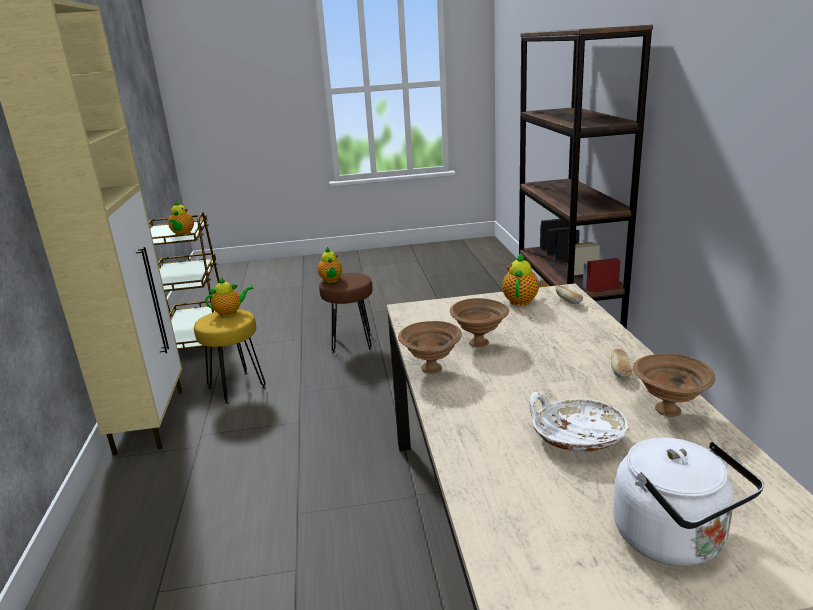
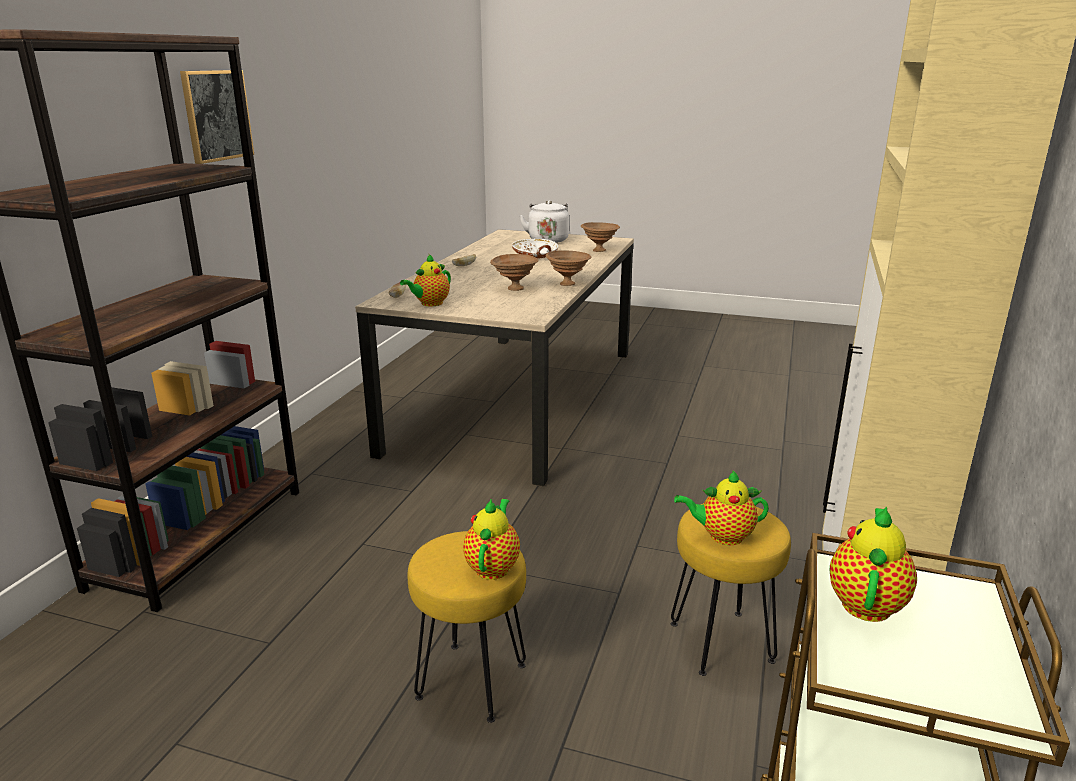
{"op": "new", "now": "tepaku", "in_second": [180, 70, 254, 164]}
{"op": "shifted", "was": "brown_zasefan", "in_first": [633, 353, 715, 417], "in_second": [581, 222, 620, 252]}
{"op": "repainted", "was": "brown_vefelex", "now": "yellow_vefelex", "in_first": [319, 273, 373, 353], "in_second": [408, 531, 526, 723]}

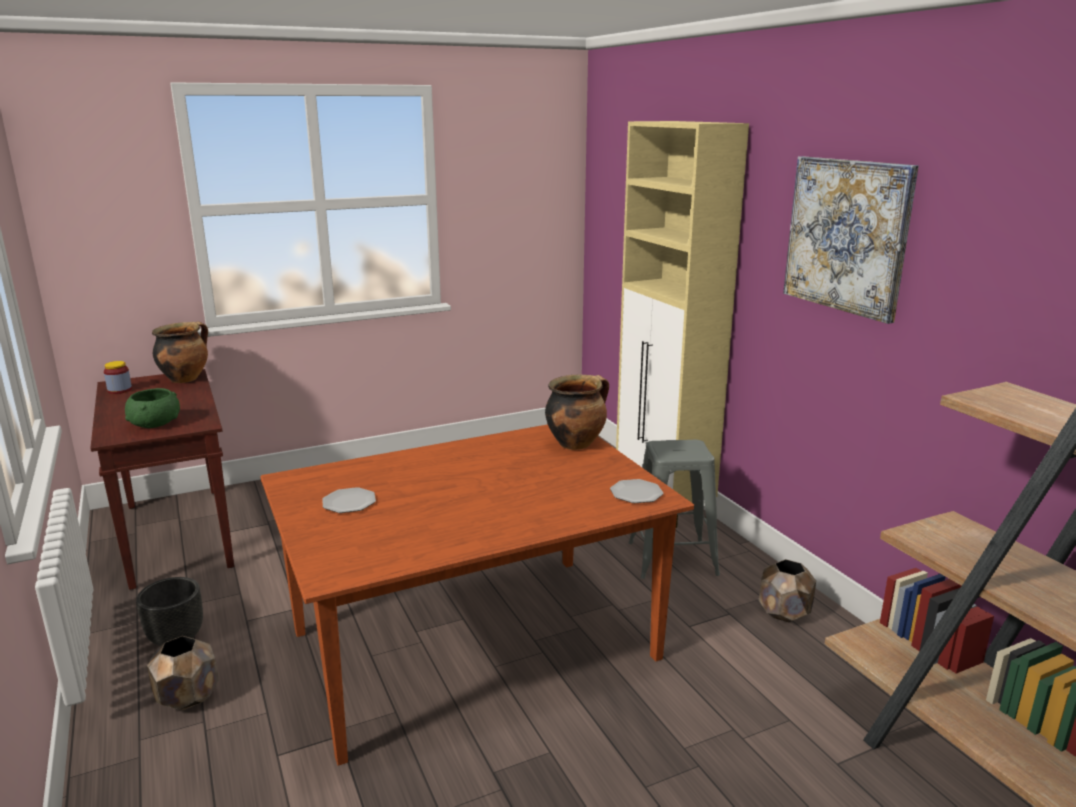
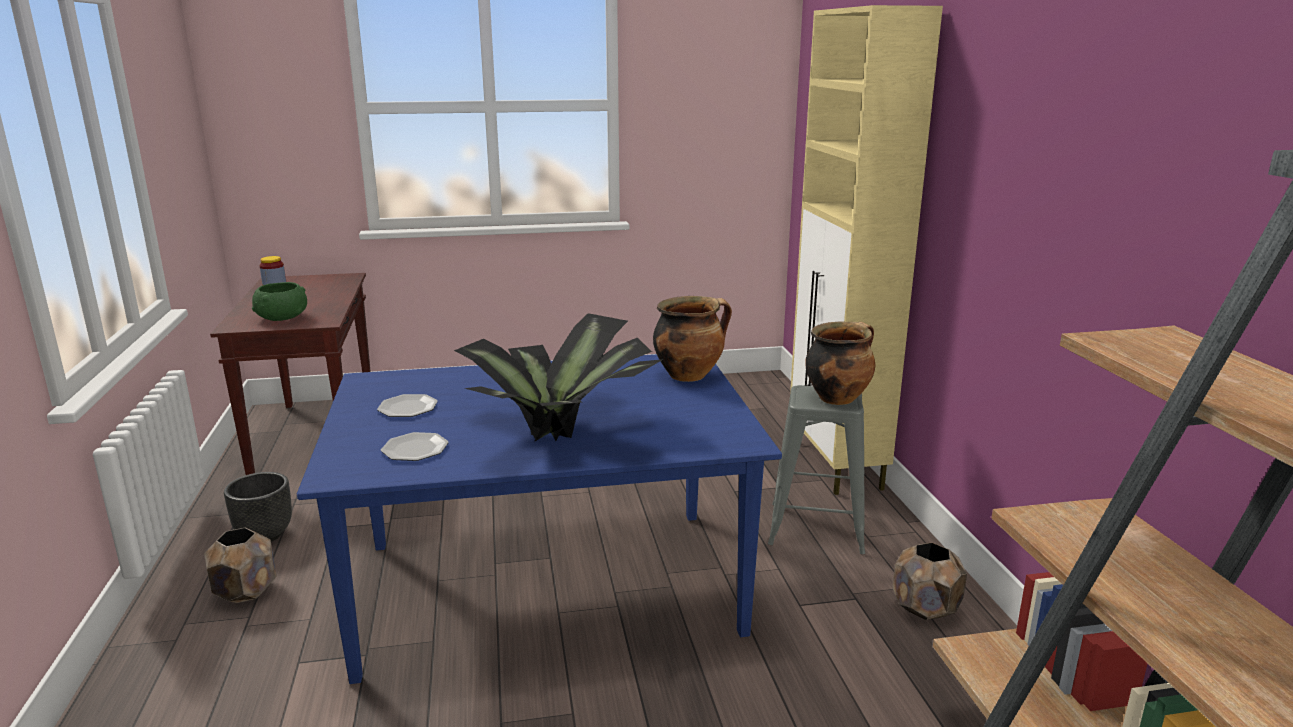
{"op": "gone", "was": "tepaku", "in_first": [783, 156, 919, 324]}
{"op": "new", "now": "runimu", "in_second": [454, 313, 663, 442]}
{"op": "shifted", "was": "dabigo", "in_first": [152, 321, 208, 383], "in_second": [805, 321, 875, 405]}
{"op": "shifted", "was": "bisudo", "in_first": [610, 479, 663, 503], "in_second": [381, 432, 449, 461]}
{"op": "repainted", "was": "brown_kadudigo", "now": "blue_kadudigo", "in_first": [260, 424, 694, 766], "in_second": [297, 354, 782, 684]}

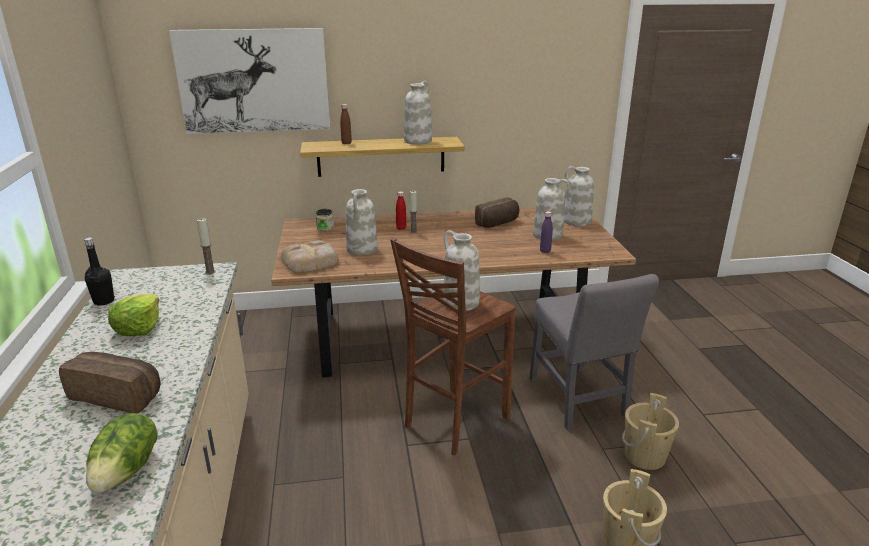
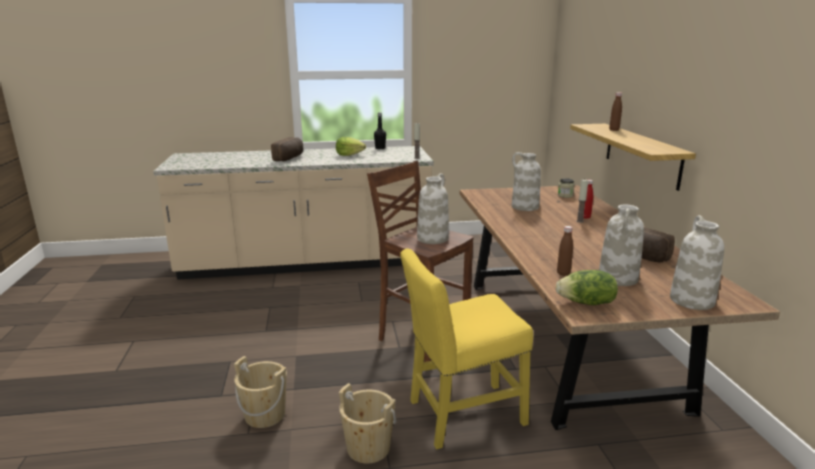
{"op": "gone", "was": "tepaku", "in_first": [169, 28, 330, 134]}
{"op": "gone", "was": "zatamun", "in_first": [281, 240, 339, 273]}
{"op": "gone", "was": "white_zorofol", "in_first": [404, 81, 432, 145]}
{"op": "shifted", "was": "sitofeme", "in_first": [86, 413, 158, 493], "in_second": [556, 270, 618, 305]}
{"op": "repainted", "was": "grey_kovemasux", "now": "yellow_kovemasux", "in_first": [529, 274, 659, 430], "in_second": [400, 249, 533, 449]}
{"op": "repainted", "was": "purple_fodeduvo", "now": "brown_fodeduvo", "in_first": [540, 211, 553, 253], "in_second": [557, 226, 573, 276]}

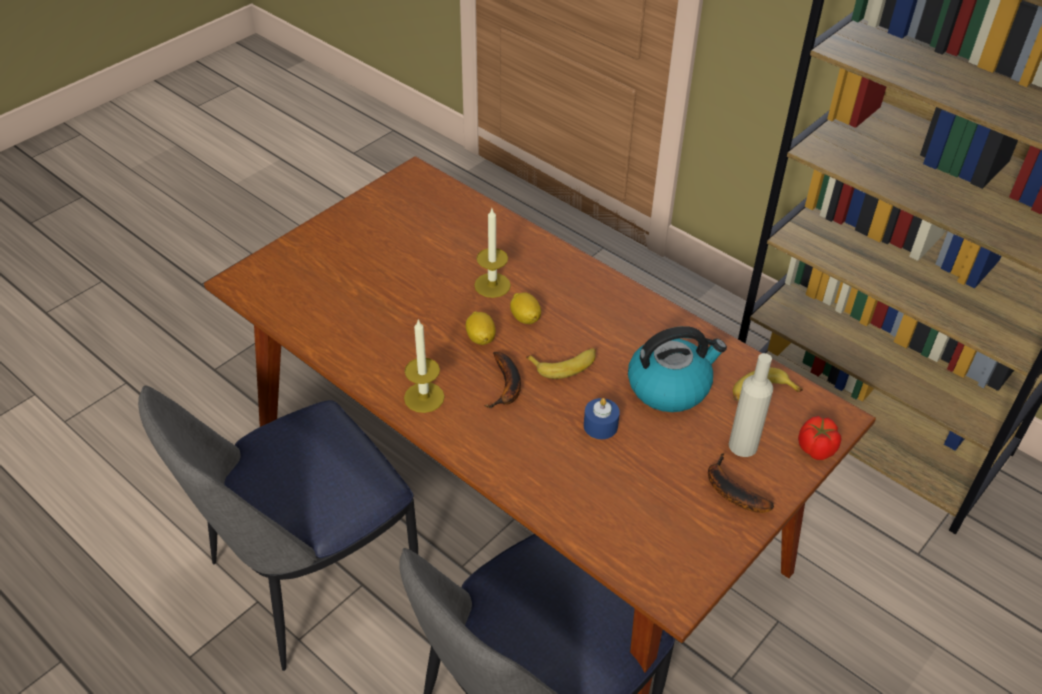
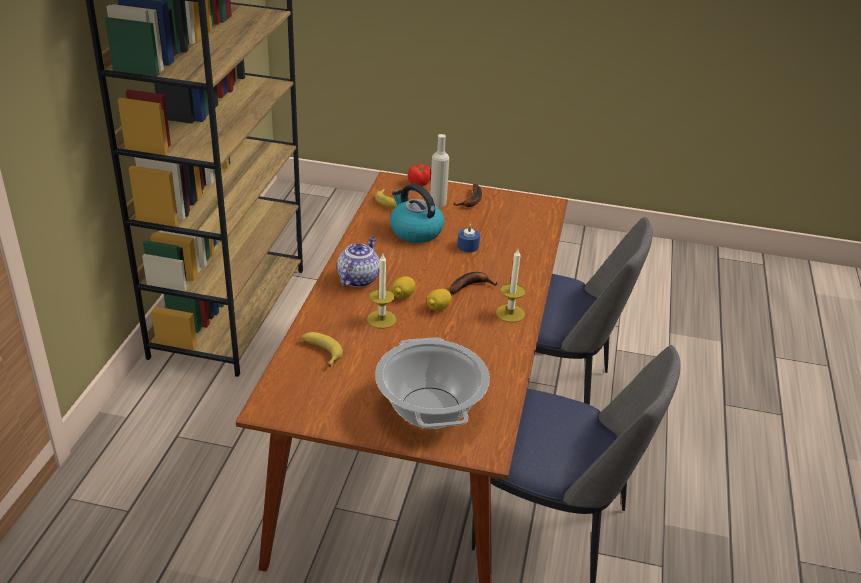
{"op": "new", "now": "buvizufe", "in_second": [337, 237, 380, 287]}
{"op": "new", "now": "dabigo", "in_second": [375, 338, 490, 429]}
{"op": "shifted", "was": "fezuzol", "in_first": [526, 348, 596, 379], "in_second": [301, 332, 343, 367]}

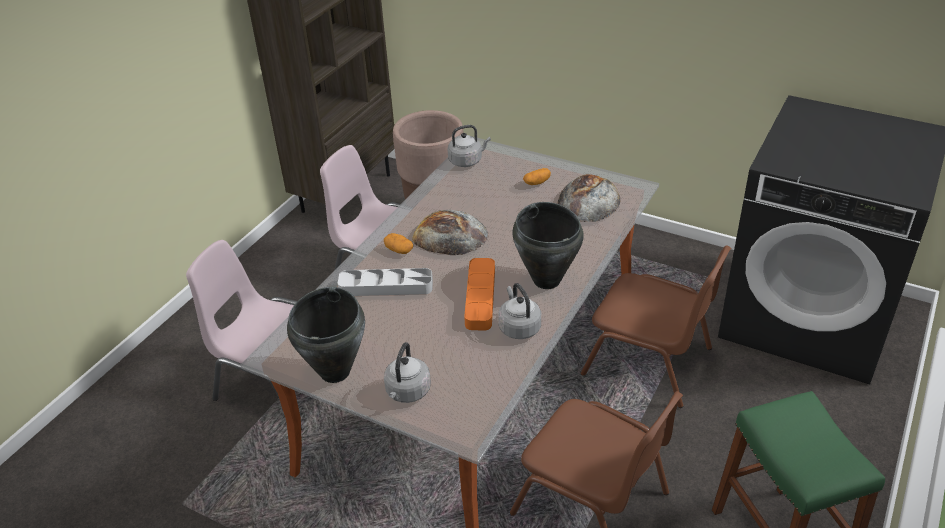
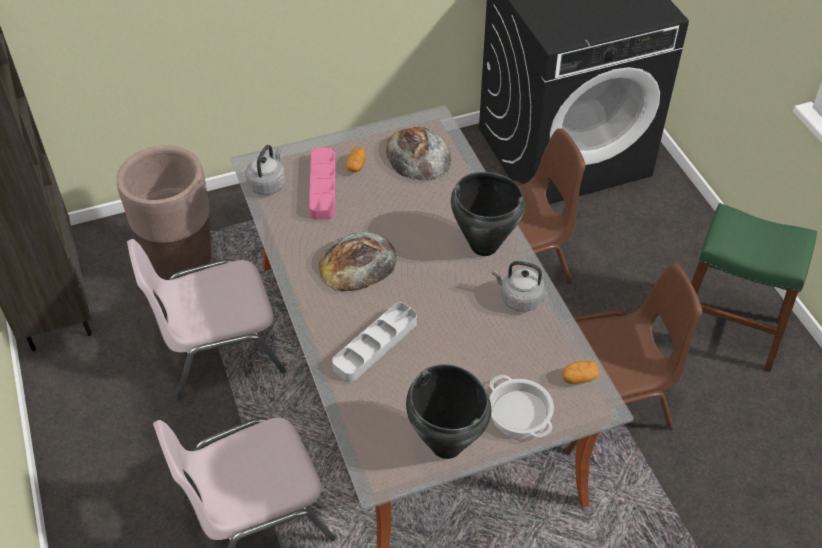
{"op": "gone", "was": "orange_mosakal", "in_first": [464, 258, 495, 330]}
{"op": "new", "now": "pink_mosakal", "in_second": [309, 148, 336, 219]}
{"op": "shifted", "was": "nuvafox", "in_first": [384, 233, 413, 254], "in_second": [561, 361, 599, 384]}
{"op": "swapped", "was": "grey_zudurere", "now": "dabigo", "in_first": [384, 342, 431, 403], "in_second": [489, 375, 554, 438]}

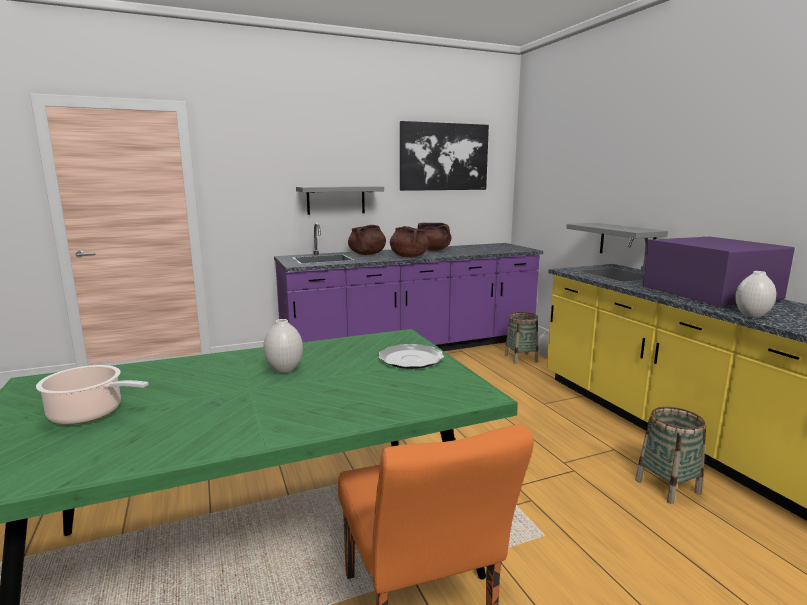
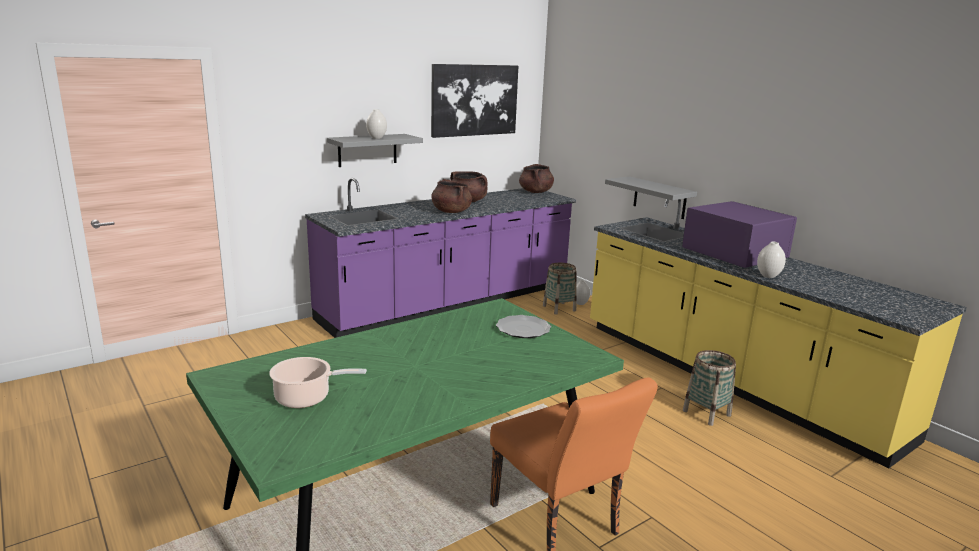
{"op": "shifted", "was": "white_zorofol", "in_first": [263, 319, 303, 373], "in_second": [366, 109, 387, 139]}
{"op": "shifted", "was": "brown_dabigo", "in_first": [348, 225, 386, 255], "in_second": [519, 164, 554, 193]}

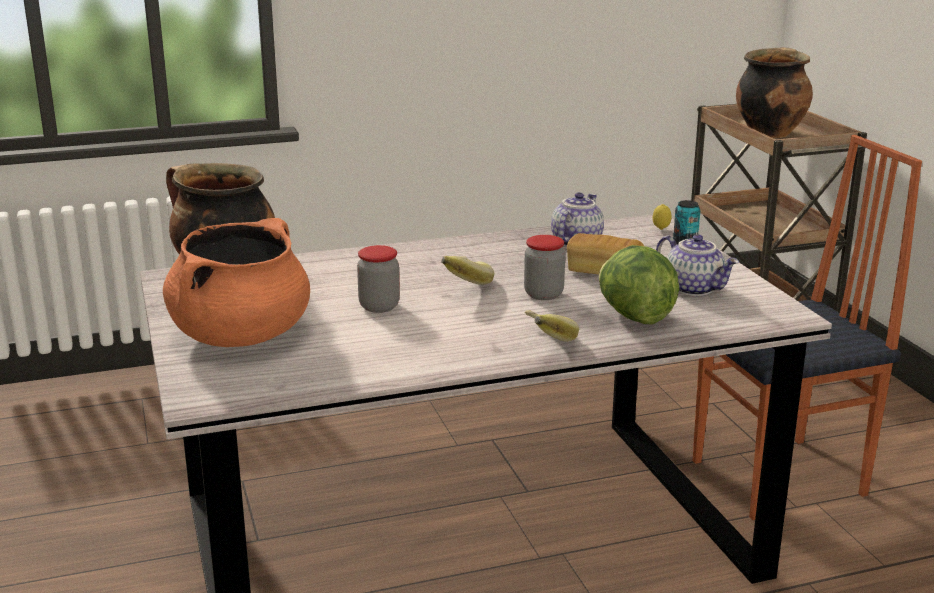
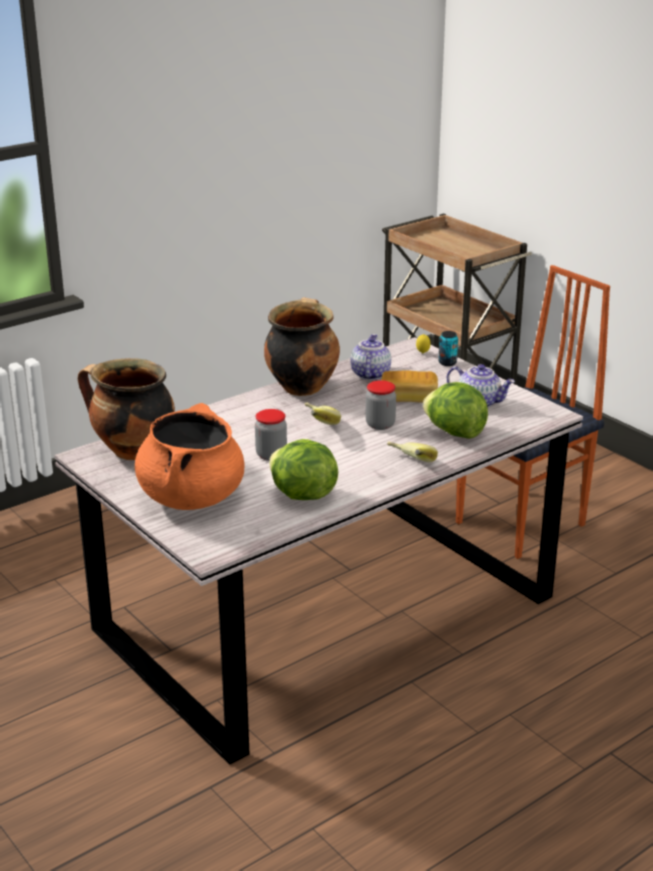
{"op": "new", "now": "sitofeme", "in_second": [269, 439, 338, 500]}
{"op": "shifted", "was": "dabigo", "in_first": [736, 47, 813, 138], "in_second": [264, 297, 340, 396]}

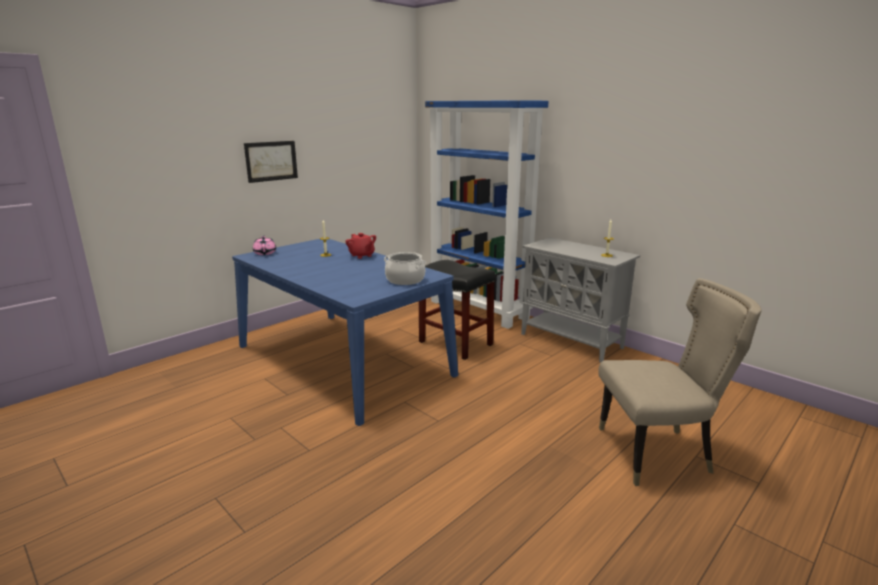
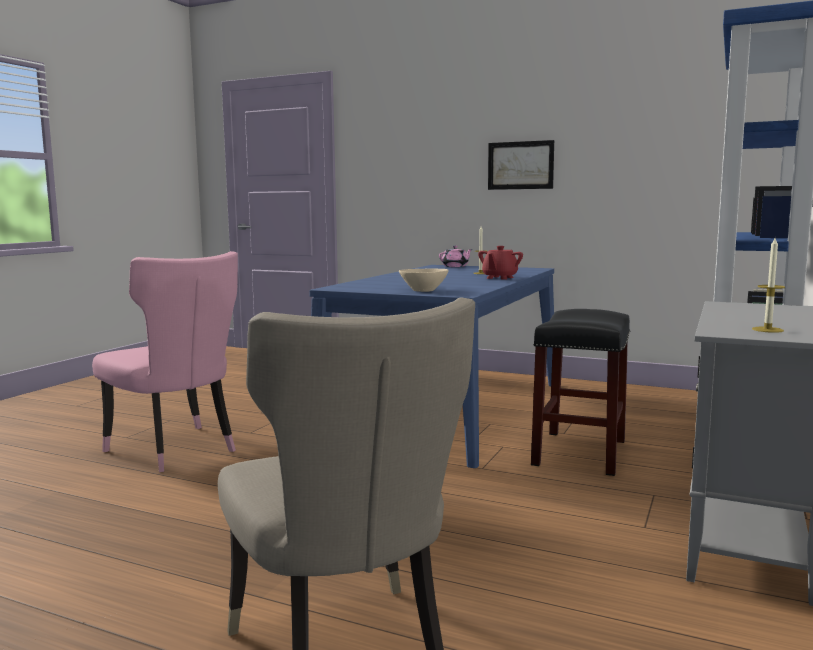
{"op": "new", "now": "pink_kovemasux", "in_second": [92, 251, 238, 472]}
{"op": "swapped", "was": "dabigo", "now": "beige_zasefan", "in_first": [384, 252, 426, 285], "in_second": [399, 268, 449, 292]}

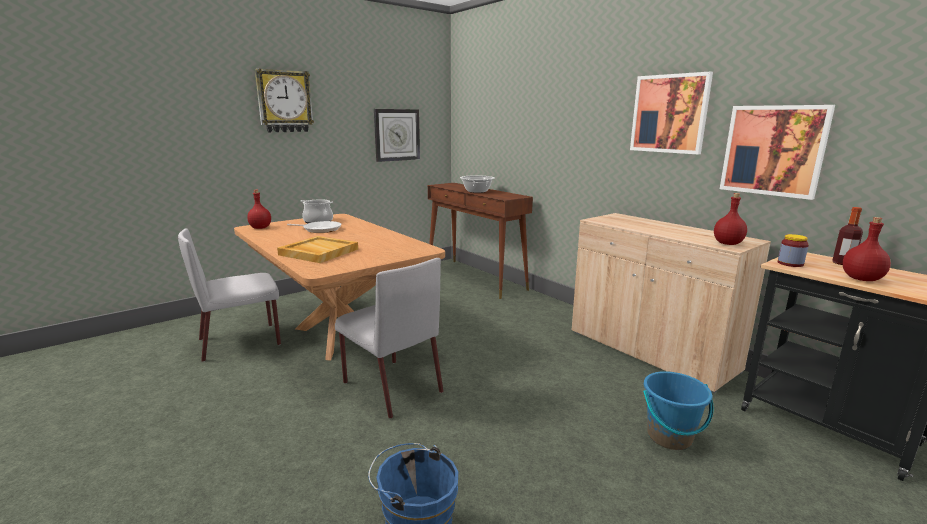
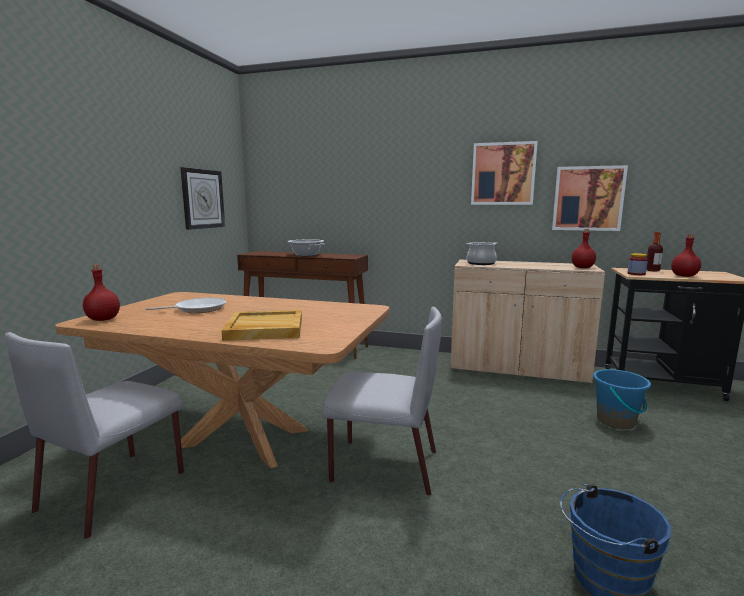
{"op": "gone", "was": "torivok", "in_first": [255, 68, 314, 132]}
{"op": "shifted", "was": "dabigo", "in_first": [300, 200, 333, 223], "in_second": [466, 242, 498, 265]}

